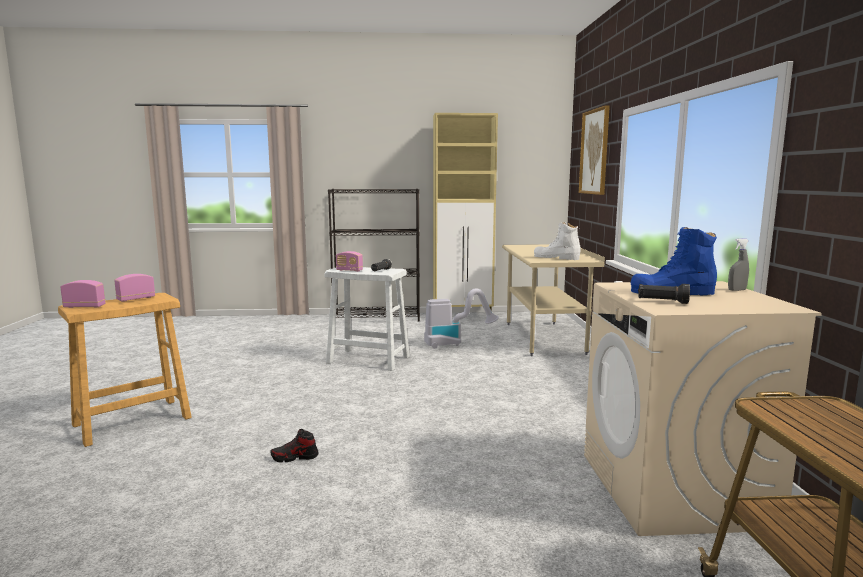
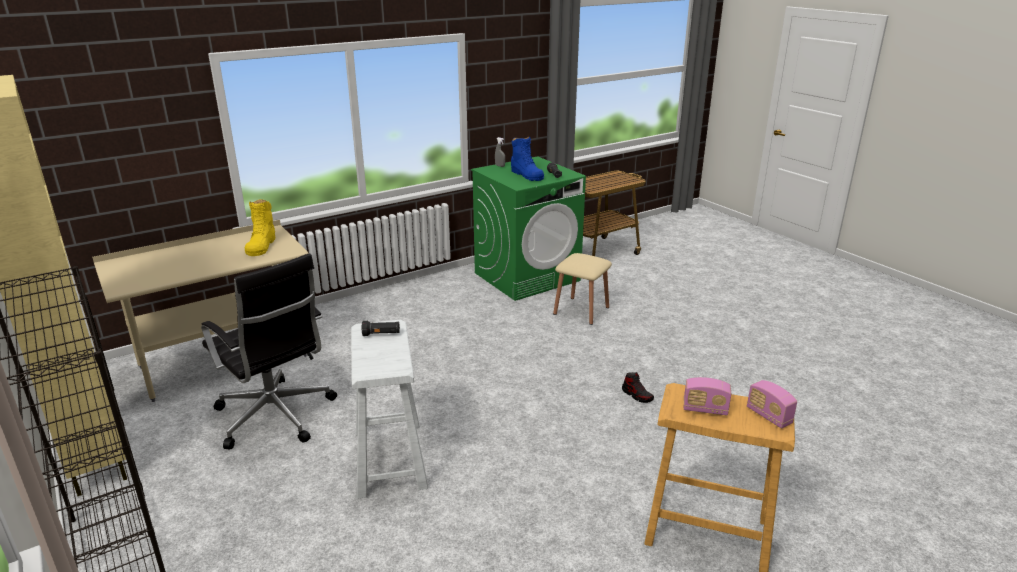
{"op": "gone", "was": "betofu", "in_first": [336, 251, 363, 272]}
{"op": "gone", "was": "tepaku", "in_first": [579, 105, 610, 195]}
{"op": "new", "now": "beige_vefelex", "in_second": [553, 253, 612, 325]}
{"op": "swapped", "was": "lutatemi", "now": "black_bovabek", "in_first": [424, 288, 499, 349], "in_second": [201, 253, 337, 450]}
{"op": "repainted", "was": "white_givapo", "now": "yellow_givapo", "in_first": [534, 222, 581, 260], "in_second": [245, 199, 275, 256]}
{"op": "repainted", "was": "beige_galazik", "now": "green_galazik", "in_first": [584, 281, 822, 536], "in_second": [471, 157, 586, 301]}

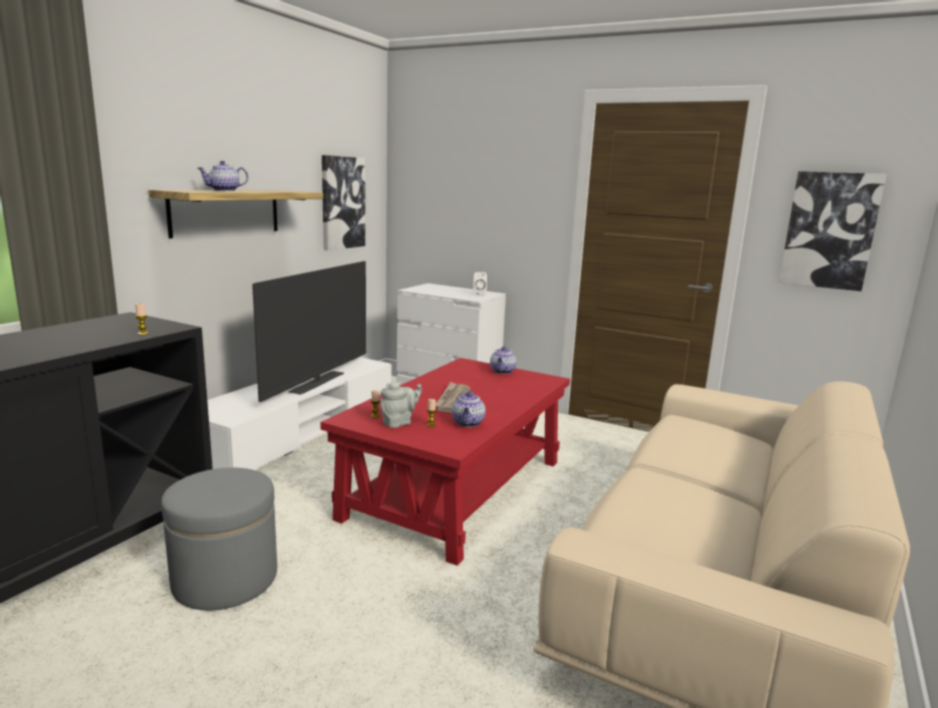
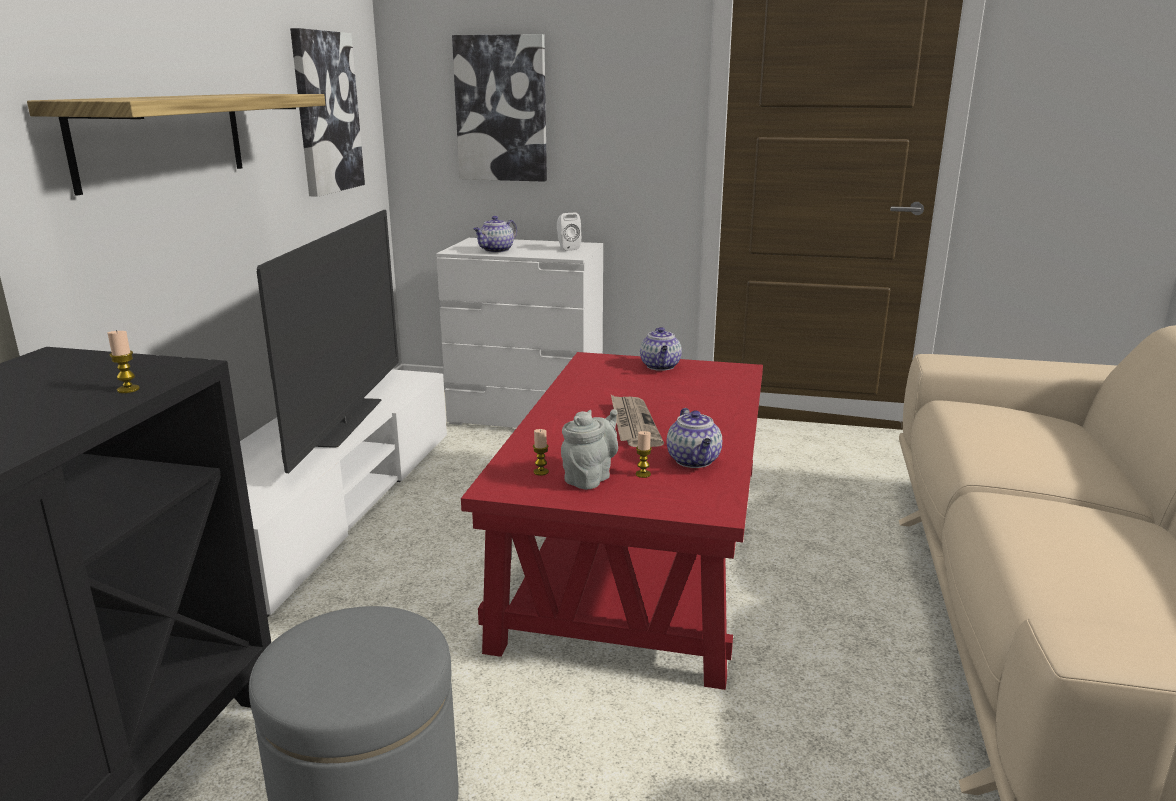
{"op": "shifted", "was": "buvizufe", "in_first": [198, 161, 248, 191], "in_second": [473, 216, 517, 253]}
{"op": "shifted", "was": "tepaku", "in_first": [779, 171, 886, 291], "in_second": [452, 34, 547, 182]}

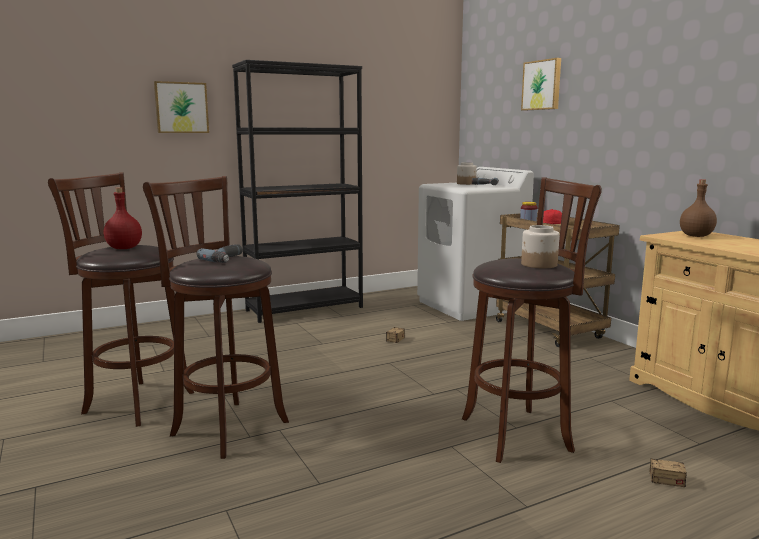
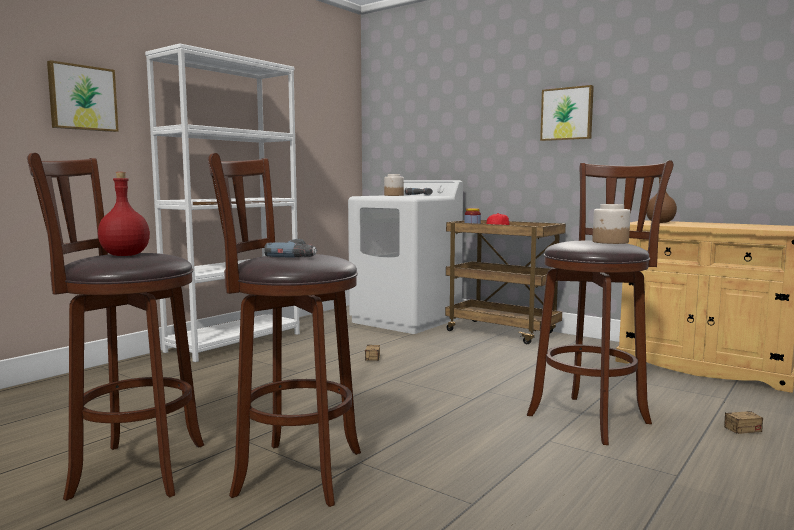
{"op": "shifted", "was": "tepaku", "in_first": [521, 58, 561, 111], "in_second": [540, 85, 594, 141]}
{"op": "repainted", "was": "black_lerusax", "now": "white_lerusax", "in_first": [232, 60, 363, 323], "in_second": [145, 43, 300, 362]}

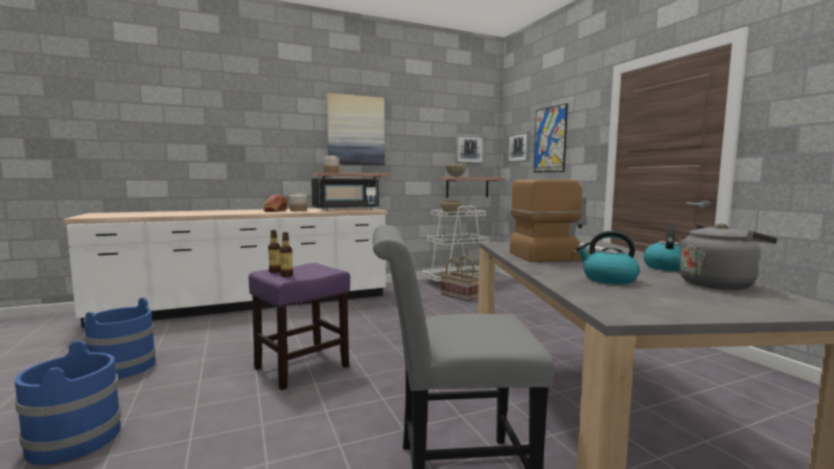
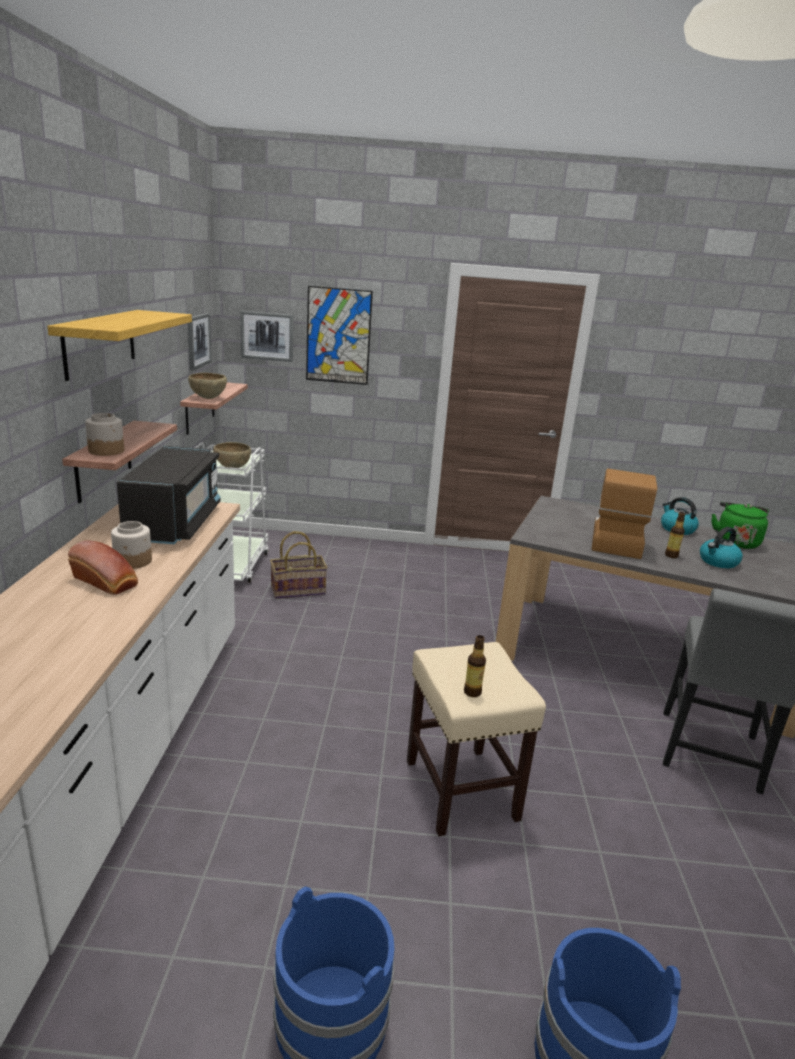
{"op": "shifted", "was": "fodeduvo", "in_first": [280, 232, 293, 277], "in_second": [665, 512, 685, 558]}
{"op": "swapped", "was": "tepaku", "now": "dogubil", "in_first": [326, 93, 385, 165], "in_second": [47, 310, 192, 381]}
{"op": "repainted", "was": "purple_vefelex", "now": "beige_vefelex", "in_first": [248, 263, 350, 390], "in_second": [407, 642, 546, 836]}
{"op": "repainted", "was": "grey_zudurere", "now": "green_zudurere", "in_first": [679, 223, 777, 290], "in_second": [712, 502, 769, 549]}

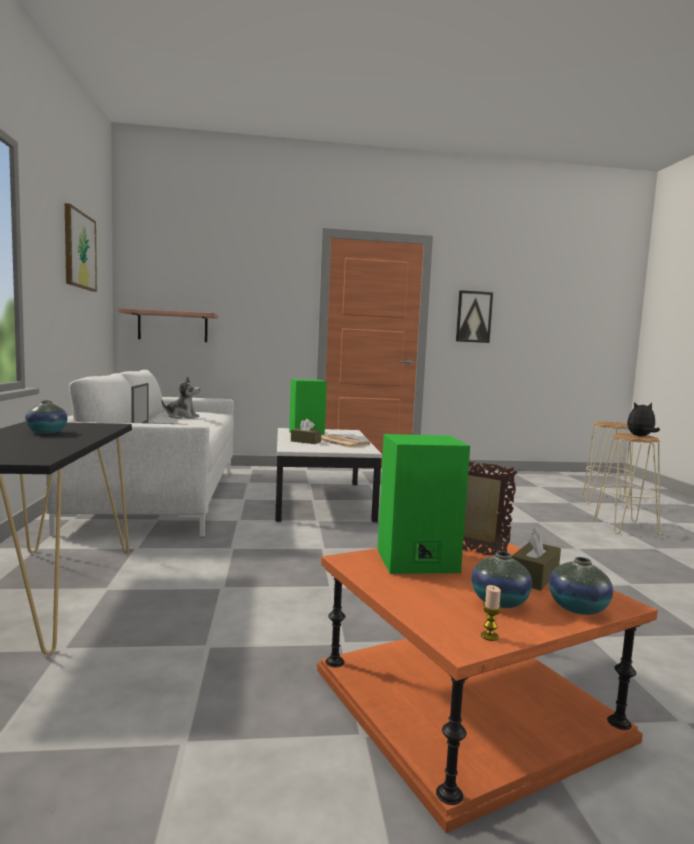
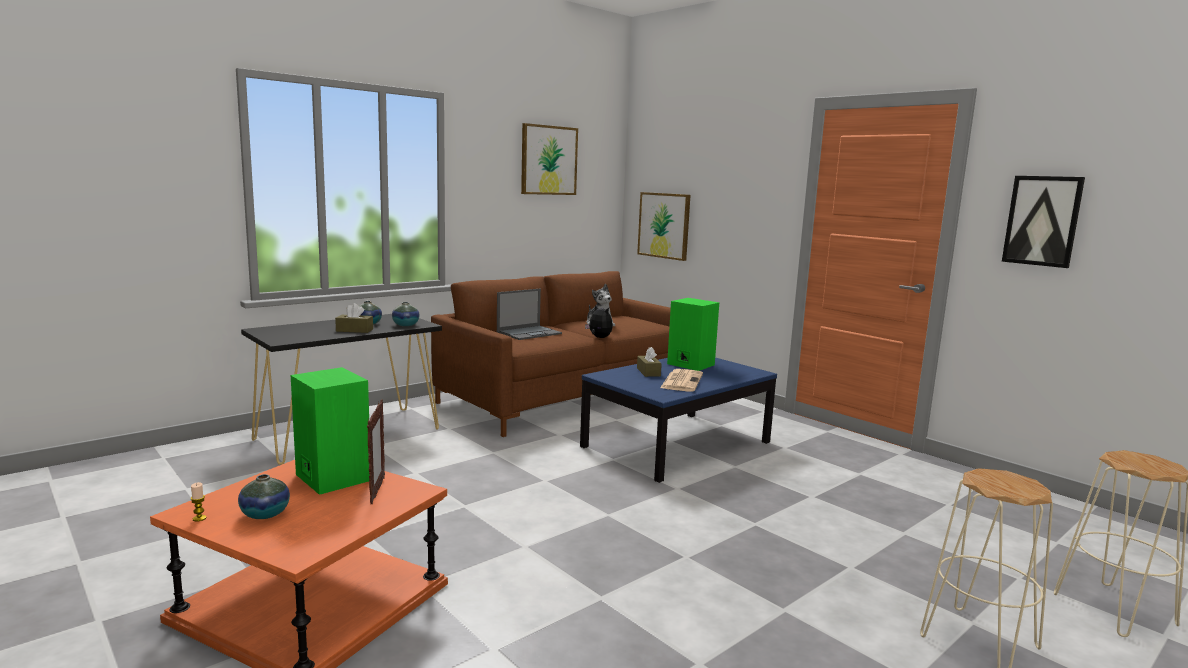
{"op": "shifted", "was": "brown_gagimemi", "in_first": [512, 527, 561, 591], "in_second": [335, 303, 373, 333]}
{"op": "shifted", "was": "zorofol", "in_first": [549, 557, 613, 615], "in_second": [392, 302, 419, 326]}
{"op": "shifted", "was": "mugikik", "in_first": [627, 402, 660, 436], "in_second": [585, 305, 613, 338]}
{"op": "swapped", "was": "dogubil", "now": "tepaku", "in_first": [118, 308, 218, 342], "in_second": [637, 192, 691, 261]}
{"op": "repainted", "was": "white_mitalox", "now": "brown_mitalox", "in_first": [45, 370, 234, 537], "in_second": [431, 271, 671, 437]}
{"op": "repainted", "was": "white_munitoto", "now": "blue_munitoto", "in_first": [275, 428, 382, 522], "in_second": [580, 357, 777, 483]}

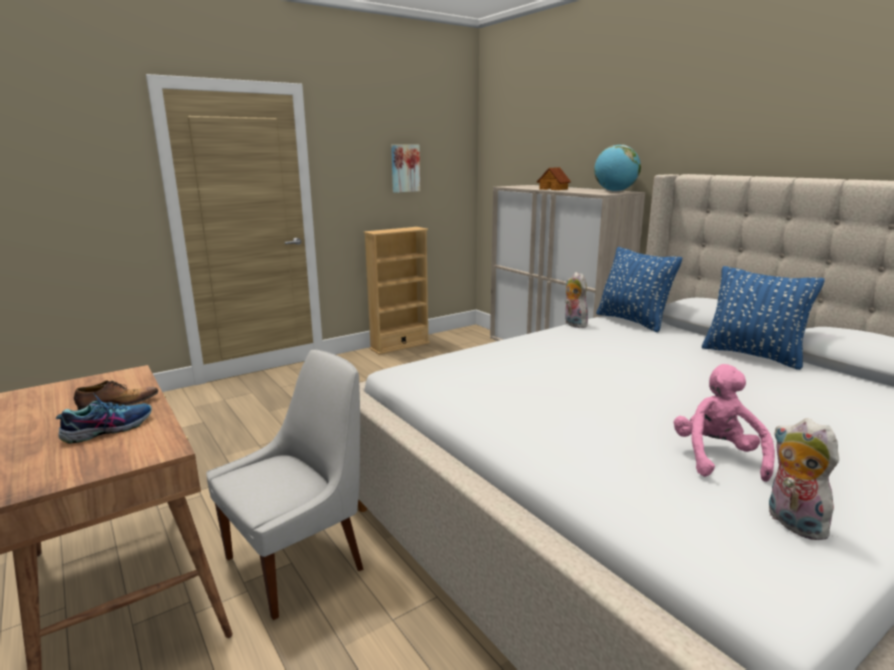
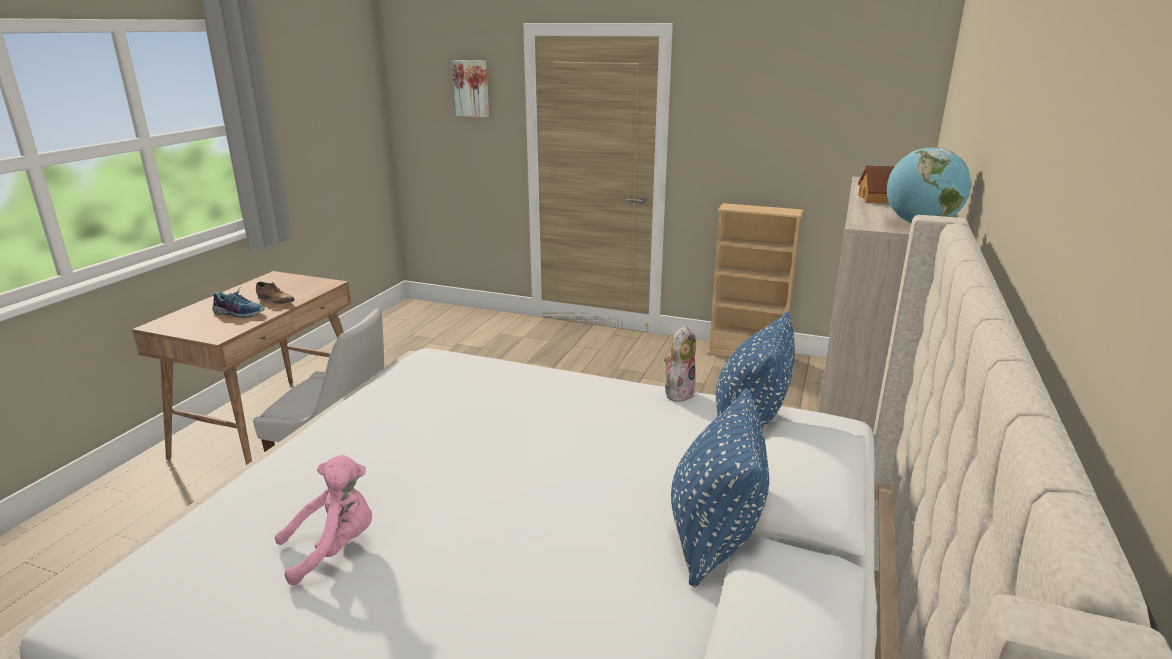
{"op": "gone", "was": "mugikik", "in_first": [769, 418, 839, 540]}
{"op": "shifted", "was": "tepaku", "in_first": [391, 145, 420, 193], "in_second": [452, 60, 489, 117]}

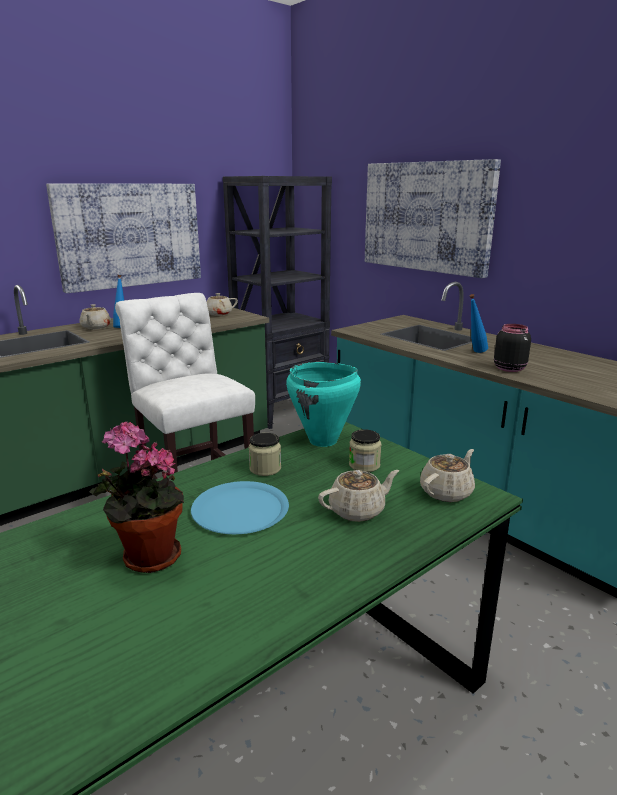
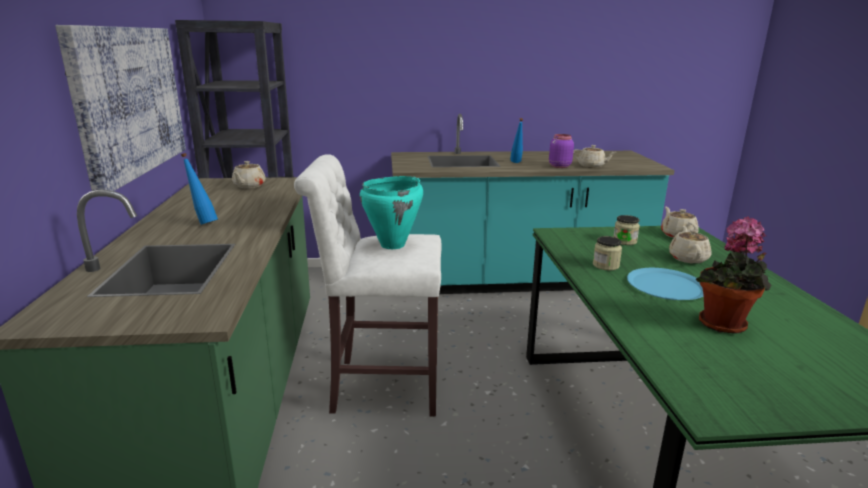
{"op": "gone", "was": "tepaku", "in_first": [365, 159, 501, 278]}
{"op": "shifted", "was": "beige_buvizufe", "in_first": [80, 304, 111, 329], "in_second": [573, 145, 616, 168]}
{"op": "shifted", "was": "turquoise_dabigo", "in_first": [286, 362, 361, 447], "in_second": [360, 176, 423, 249]}
{"op": "repainted", "was": "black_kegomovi", "now": "purple_kegomovi", "in_first": [494, 324, 531, 372], "in_second": [549, 134, 574, 168]}

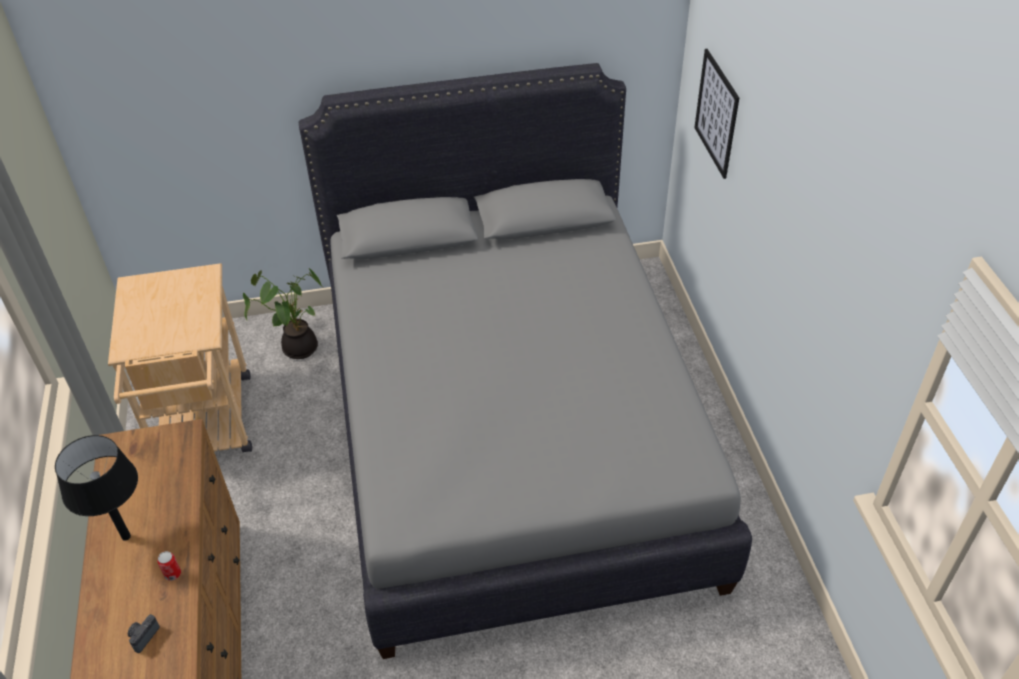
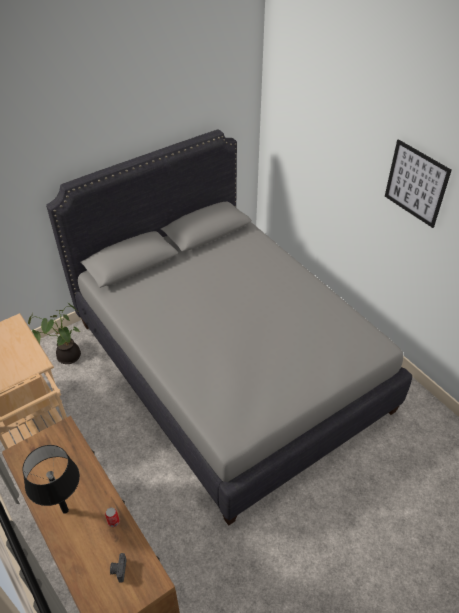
{"op": "shifted", "was": "tepaku", "in_first": [694, 49, 739, 179], "in_second": [385, 139, 452, 228]}

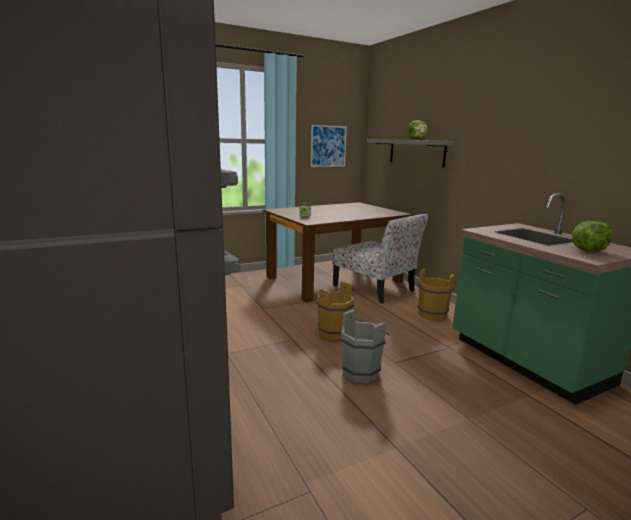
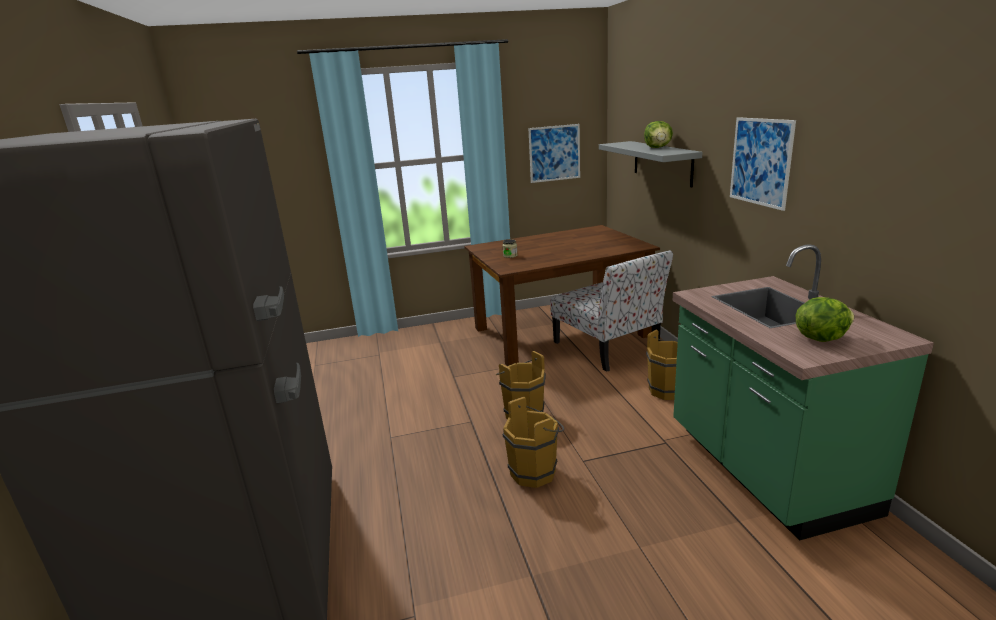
{"op": "new", "now": "tepaku", "in_second": [730, 117, 796, 211]}
{"op": "repainted", "was": "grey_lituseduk", "now": "brown_lituseduk", "in_first": [341, 310, 390, 383], "in_second": [503, 397, 564, 488]}

